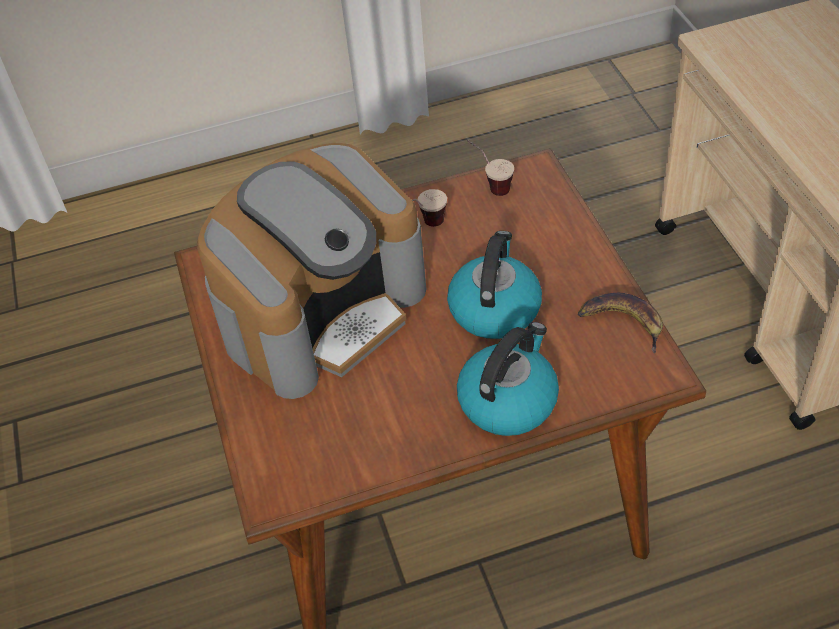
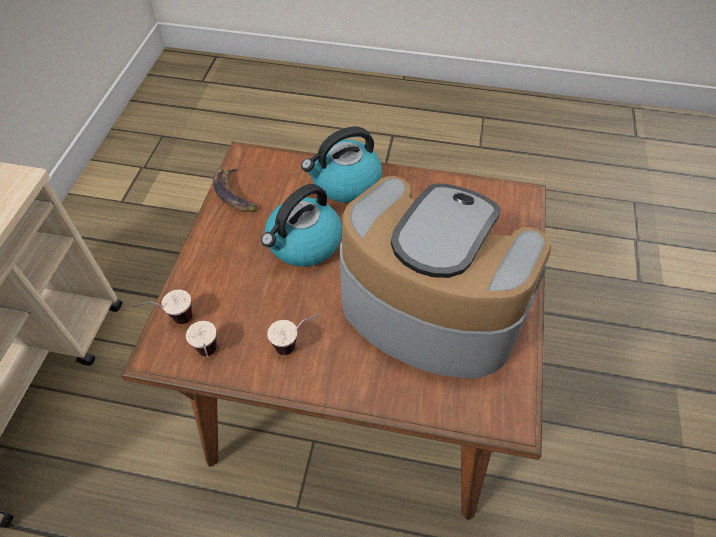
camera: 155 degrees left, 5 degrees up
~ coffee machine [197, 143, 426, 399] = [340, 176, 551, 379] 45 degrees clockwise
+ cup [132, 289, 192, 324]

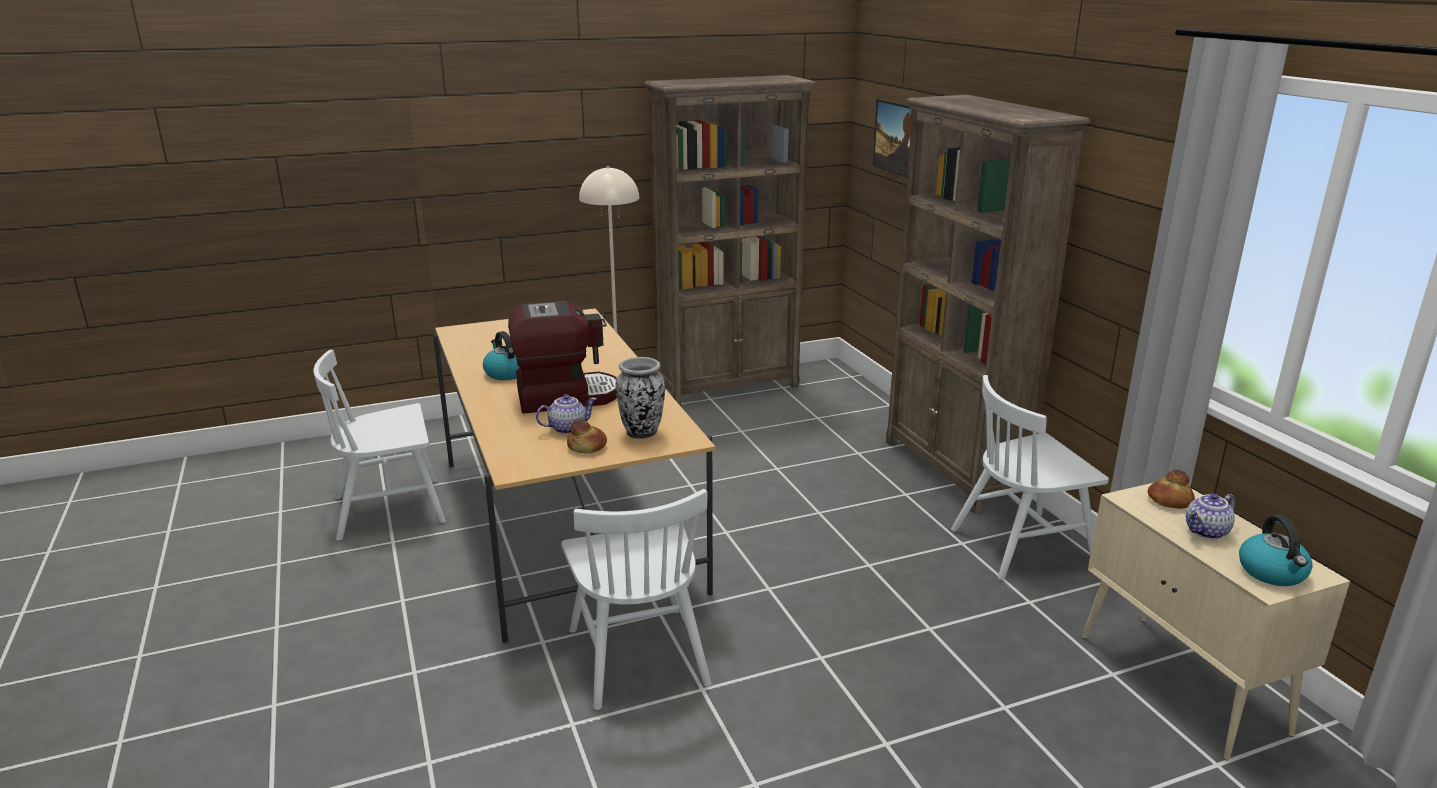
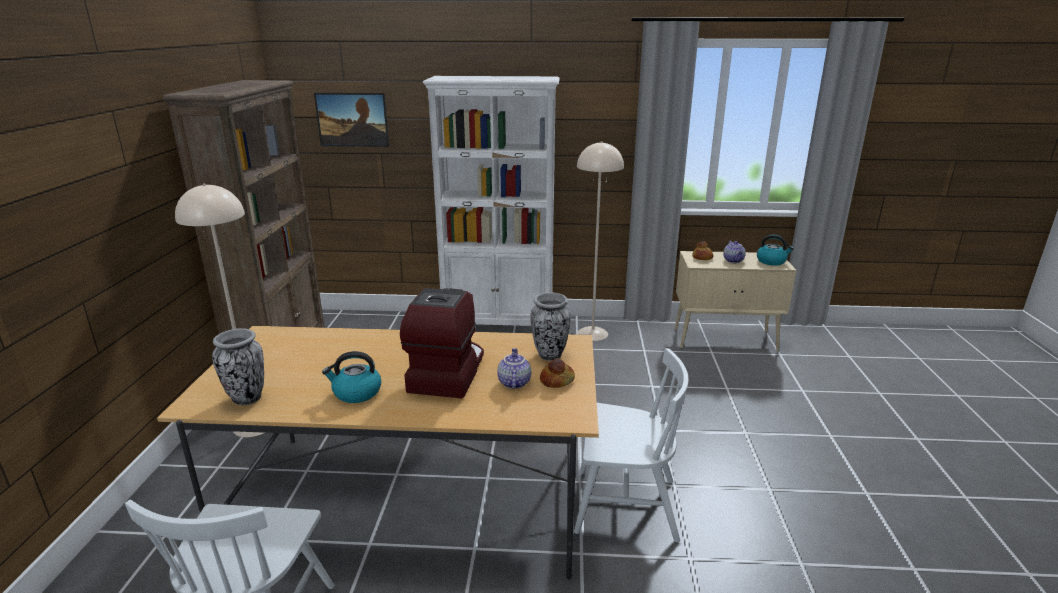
camera: 65 degrees left, 0 degrees up
~ brown bookcase [886, 95, 1090, 514] to white bookcase [423, 76, 560, 326]
~ white chair [951, 375, 1109, 580] to beige floor lamp [577, 141, 624, 341]
+ vase [212, 328, 264, 405]

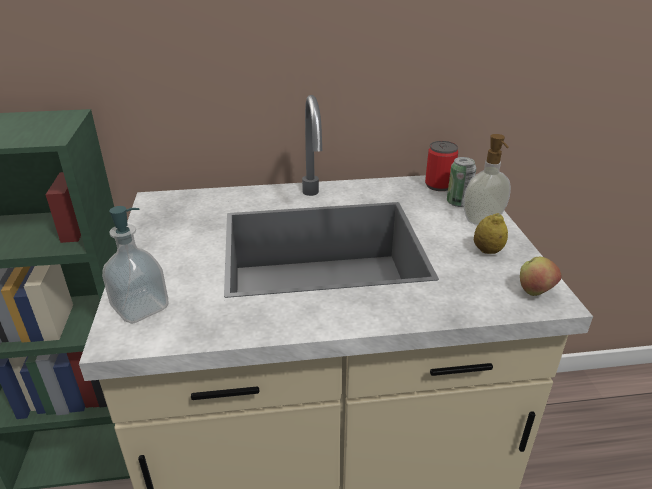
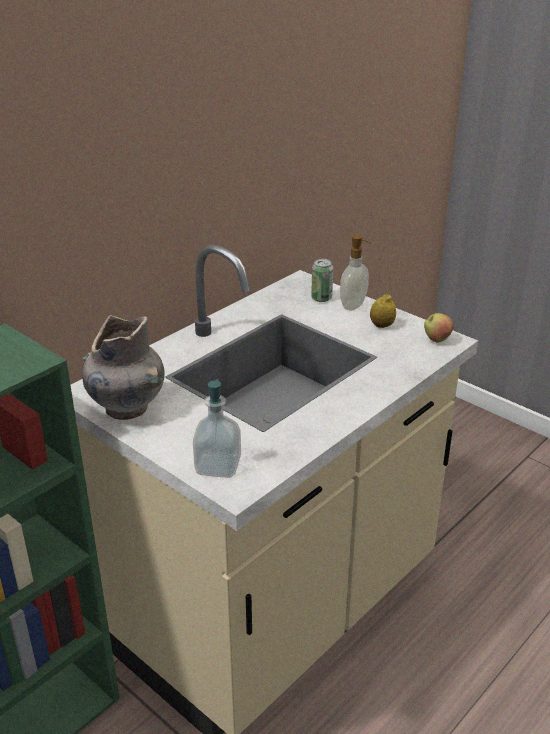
camera: 40 degrees left, 0 degrees up
- can [425, 141, 458, 191]
+ grey vase [82, 315, 165, 420]

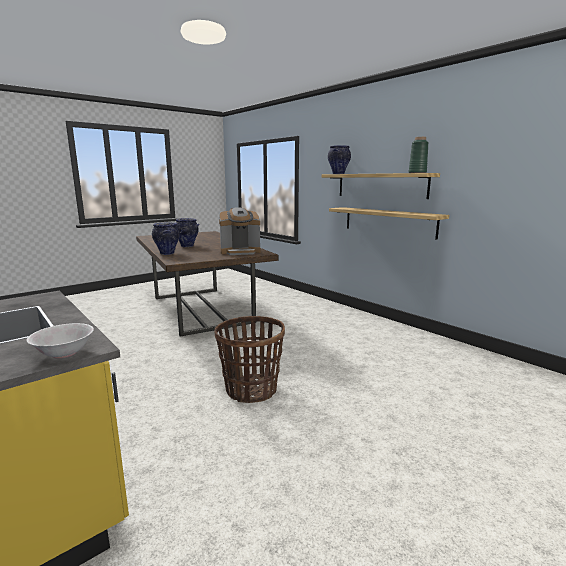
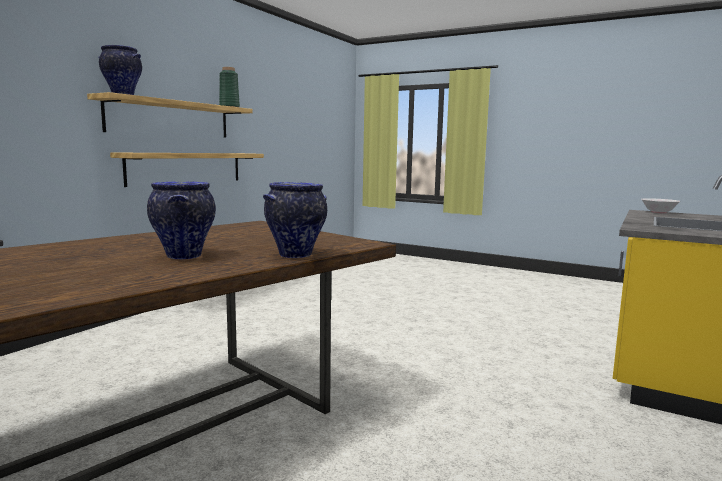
camera: 110 degrees left, 5 degrees down
- basket [214, 316, 285, 403]
- coffee machine [219, 207, 261, 255]

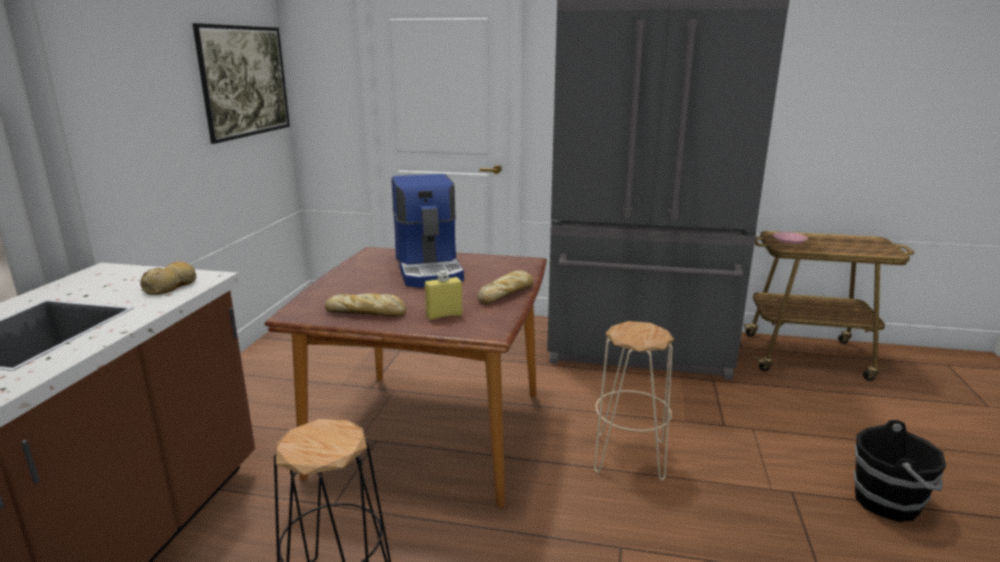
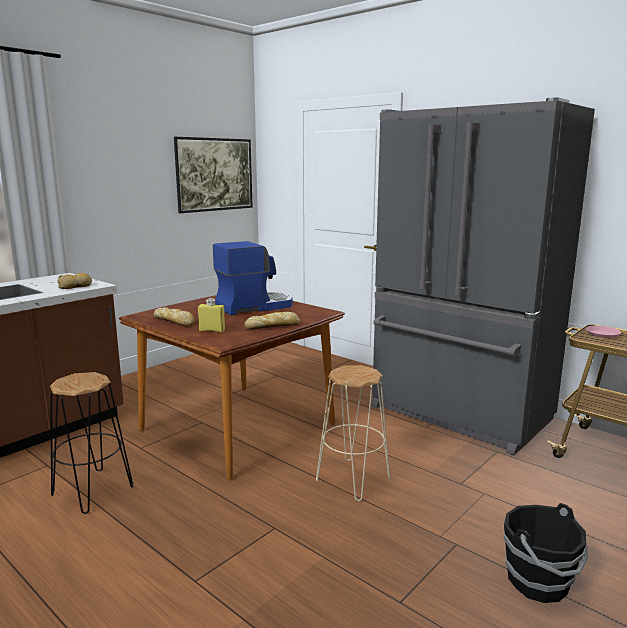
camera: 30 degrees right, 5 degrees down
~ coffee machine [391, 174, 464, 288] = [213, 241, 293, 316] 135 degrees counterclockwise

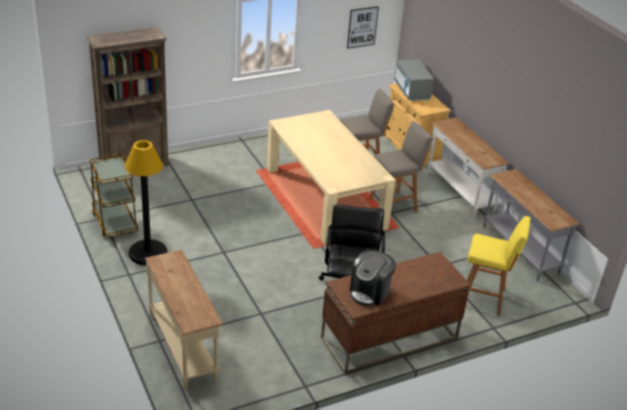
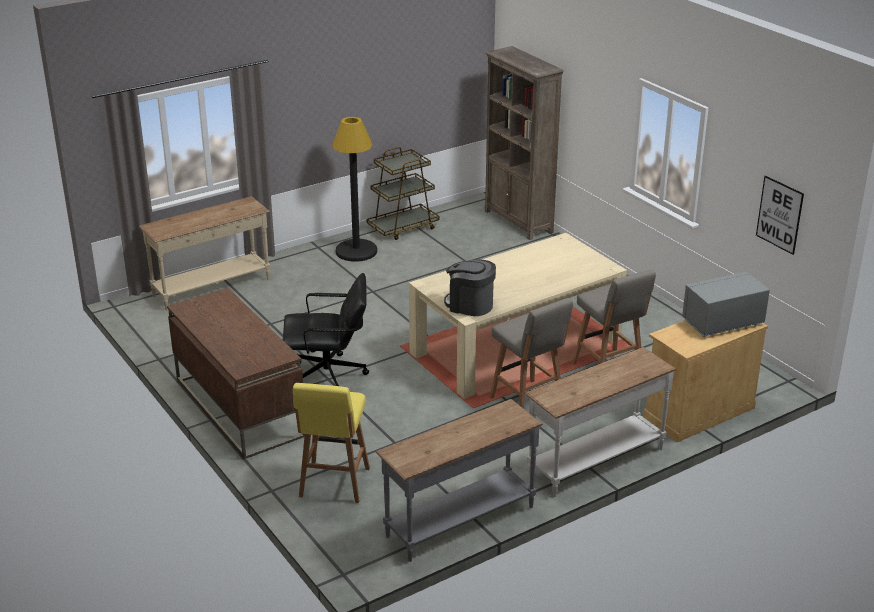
camera: 85 degrees right, 5 degrees down
~ coffee machine [350, 250, 396, 306] to [444, 260, 496, 316]

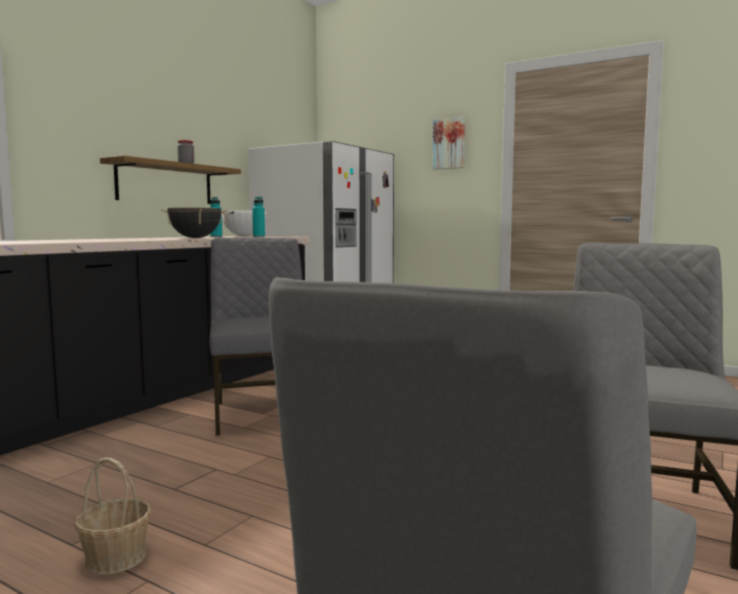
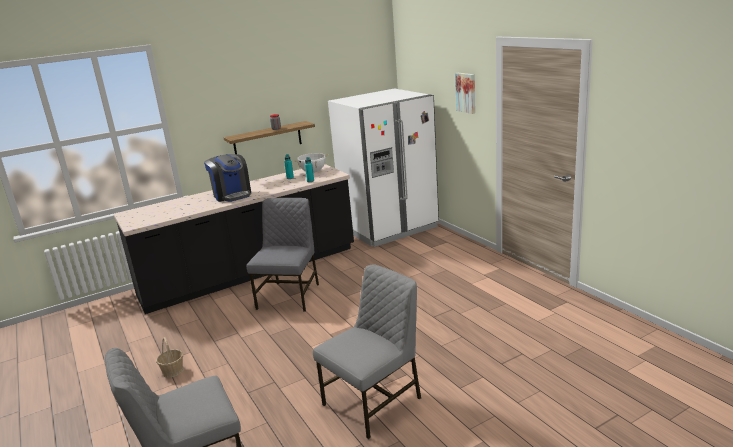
camera: 30 degrees right, 15 degrees up
- black cooking pot [161, 208, 227, 238]
+ coffee machine [204, 154, 251, 202]

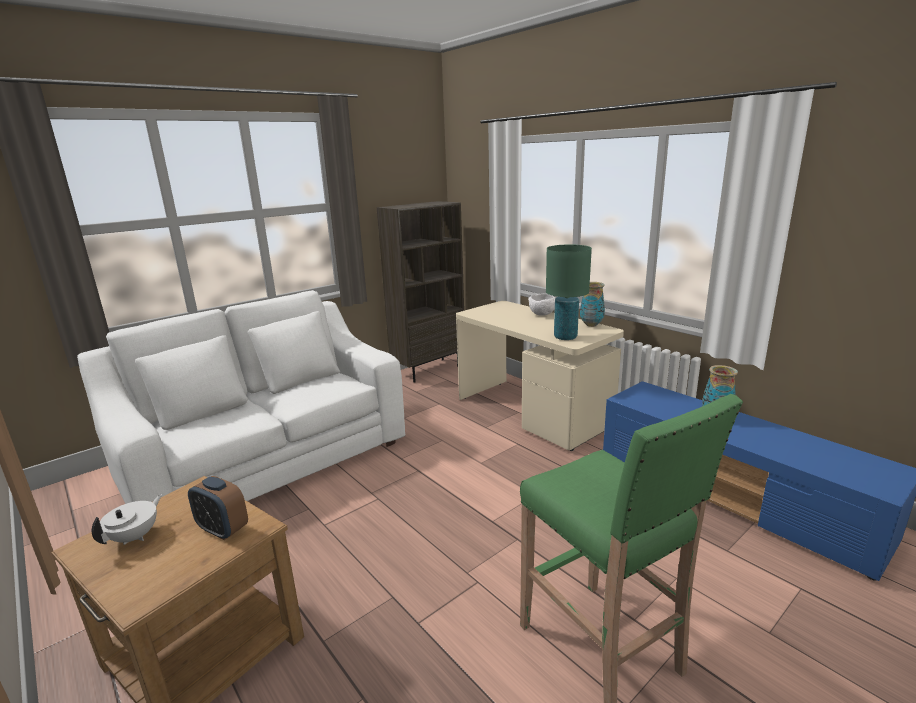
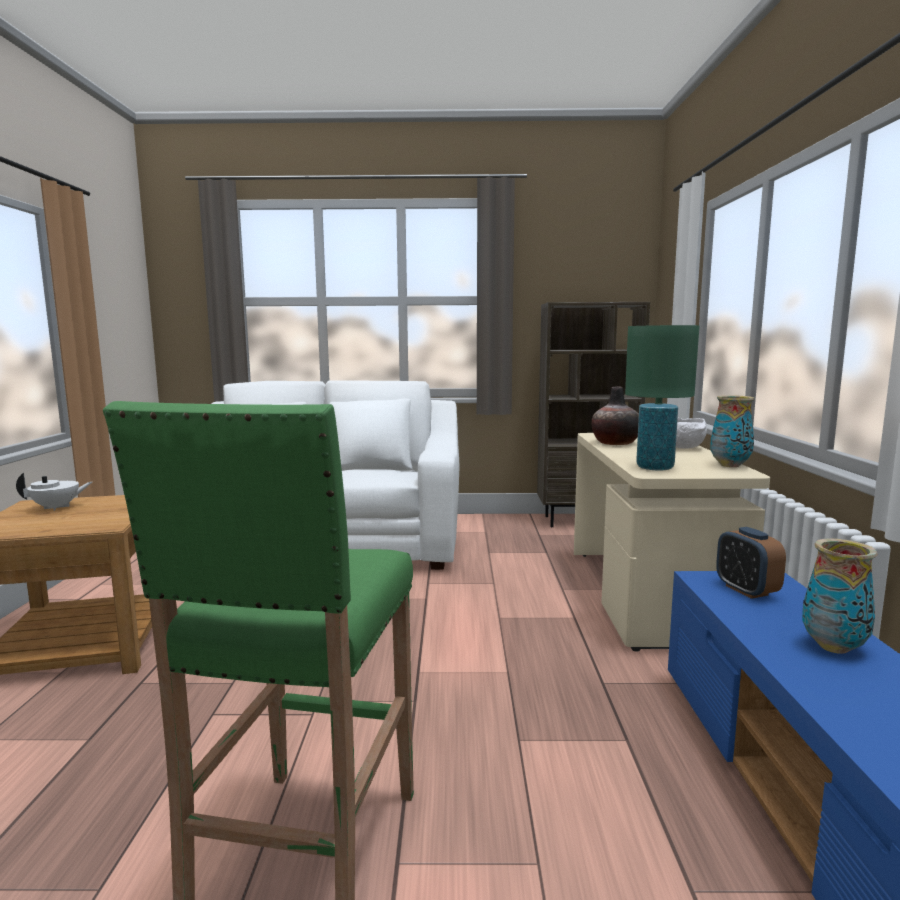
camera: 40 degrees right, 10 degrees down
~ alarm clock [188, 476, 248, 540] to [716, 527, 786, 599]
+ vase [592, 386, 639, 445]

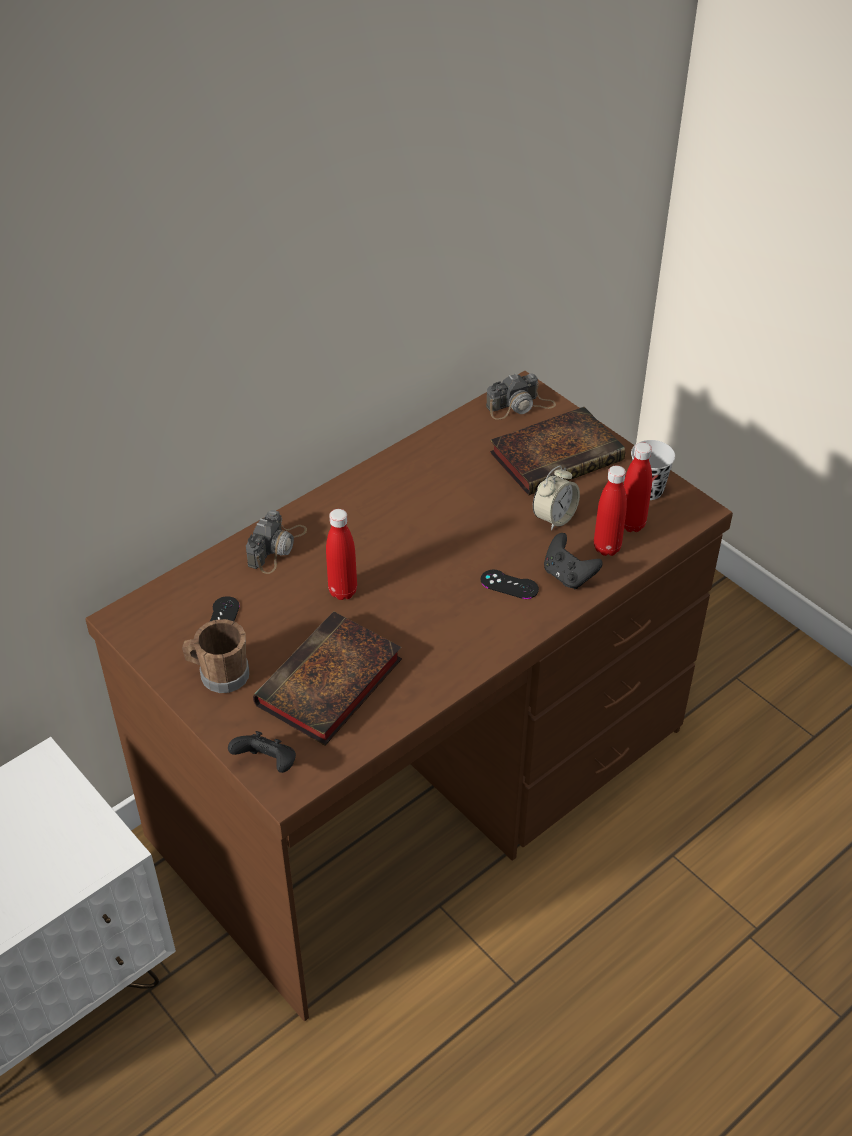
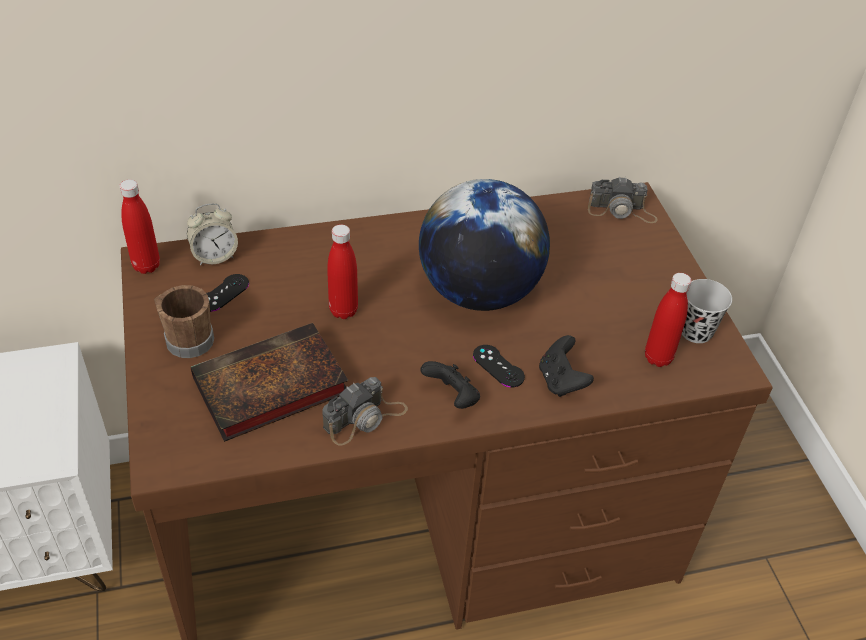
camera: 25 degrees right, 0 degrees up
~ black game controller [228, 731, 296, 773] to [420, 361, 480, 409]
~ photo camera [246, 510, 307, 574] to [322, 377, 408, 446]
- book [490, 407, 625, 496]
~ alarm clock [533, 466, 580, 531] to [187, 204, 238, 265]
~ red bottle [594, 465, 627, 556] to [119, 179, 160, 274]
+ globe [419, 179, 550, 311]

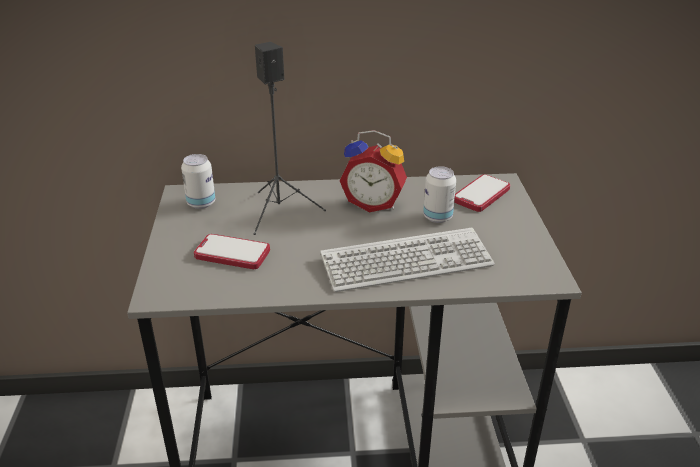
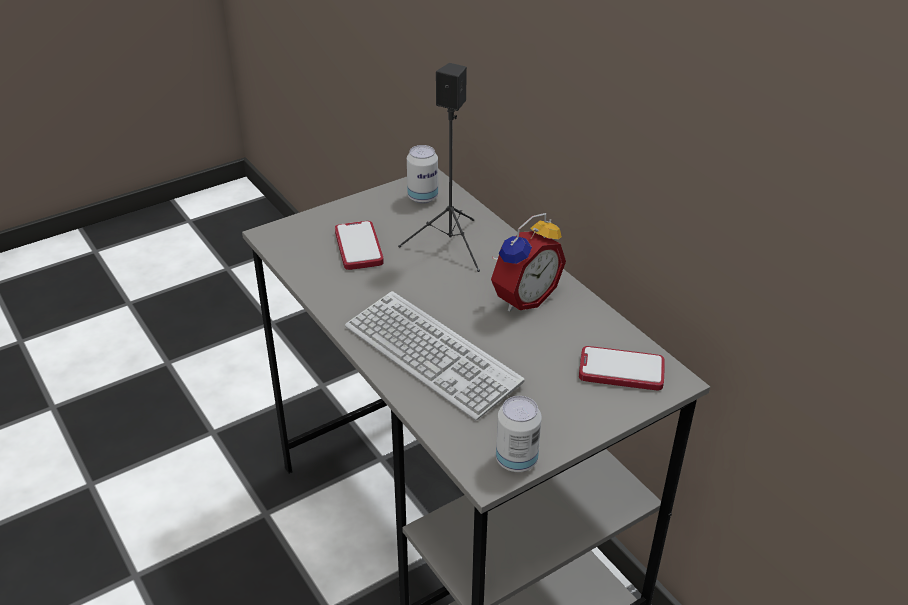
camera: 60 degrees right, 5 degrees up
~ alarm clock [340, 130, 407, 212] = [491, 213, 566, 312] 120 degrees counterclockwise
~ can [423, 166, 456, 223] to [496, 396, 542, 472]

